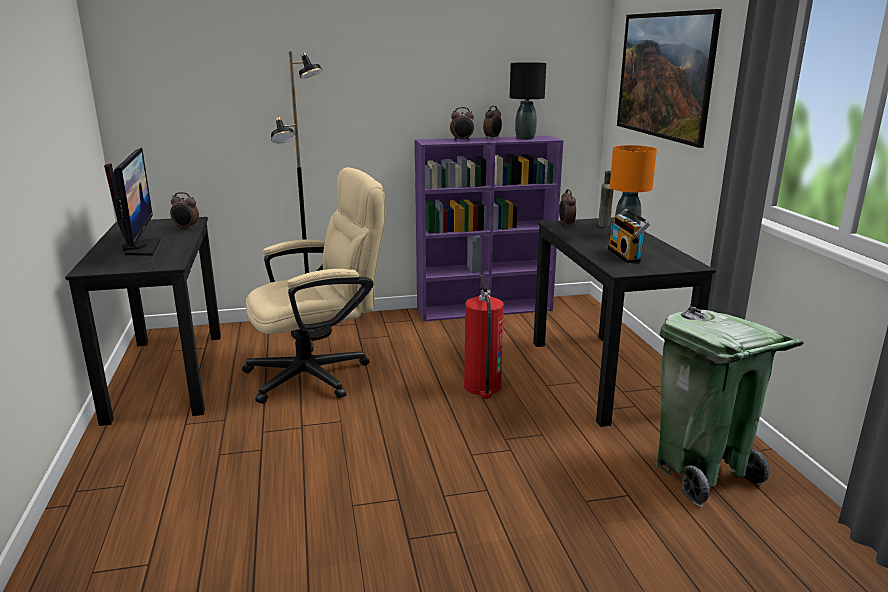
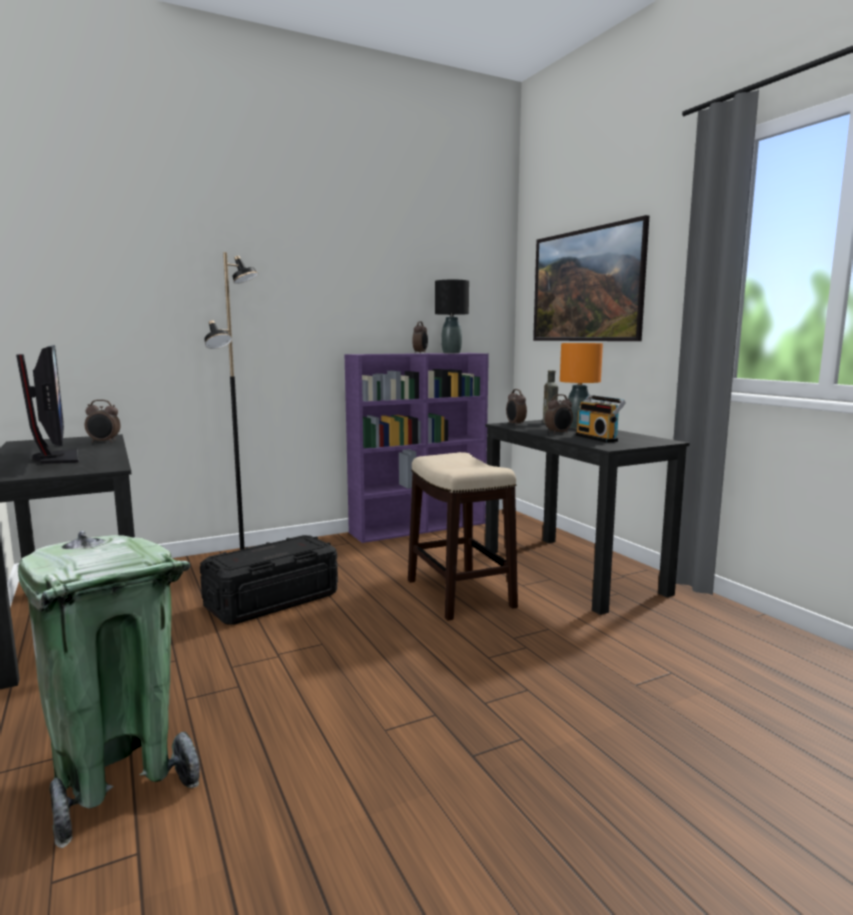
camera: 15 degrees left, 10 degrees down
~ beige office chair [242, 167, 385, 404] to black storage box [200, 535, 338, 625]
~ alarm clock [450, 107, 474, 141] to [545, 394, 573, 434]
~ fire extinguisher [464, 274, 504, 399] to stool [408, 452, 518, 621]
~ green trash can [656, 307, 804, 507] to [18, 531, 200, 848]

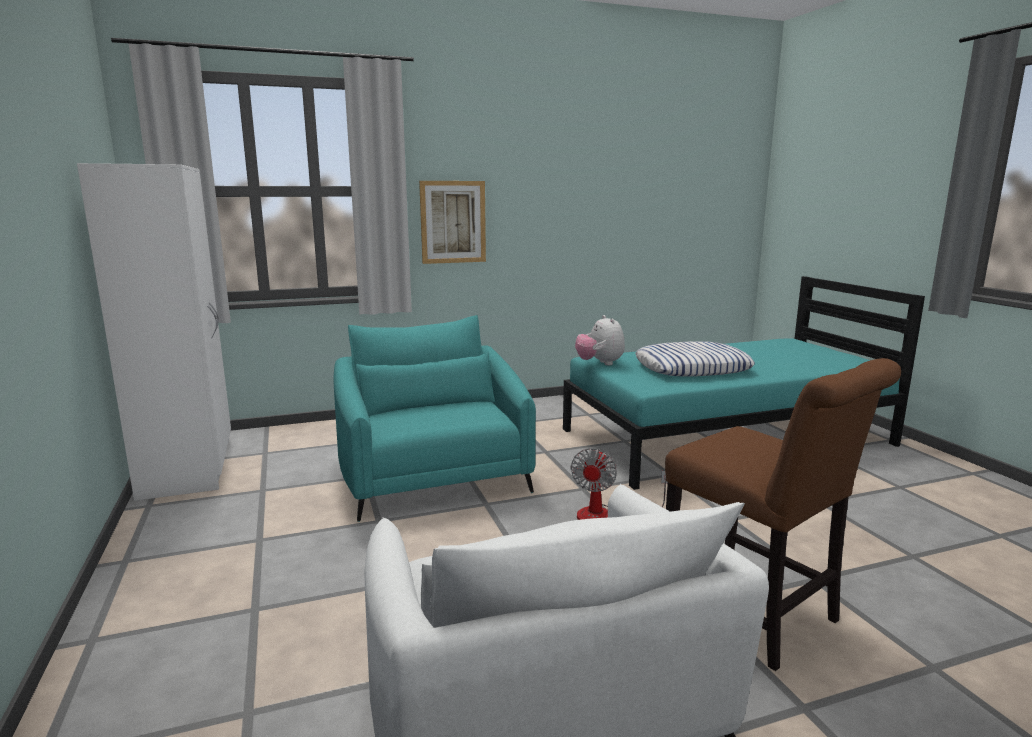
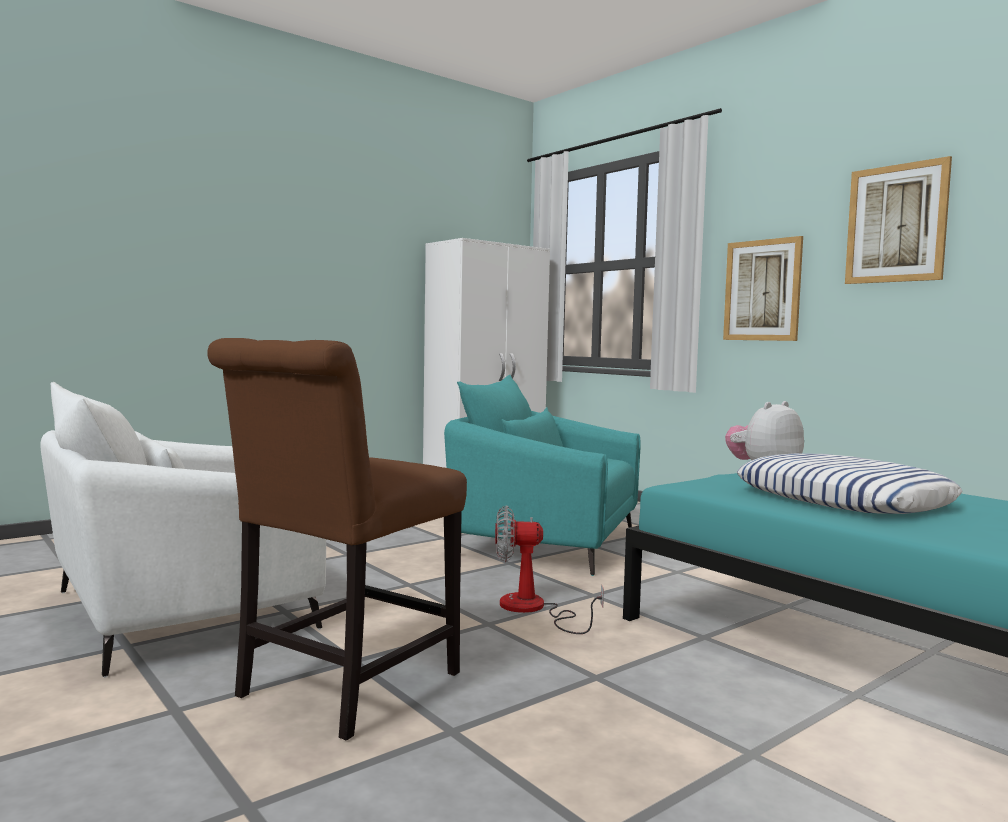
camera: 70 degrees right, 10 degrees down
~ turquoise armchair [333, 315, 536, 522] = [444, 375, 641, 576] 120 degrees counterclockwise
+ picture [845, 156, 952, 284]

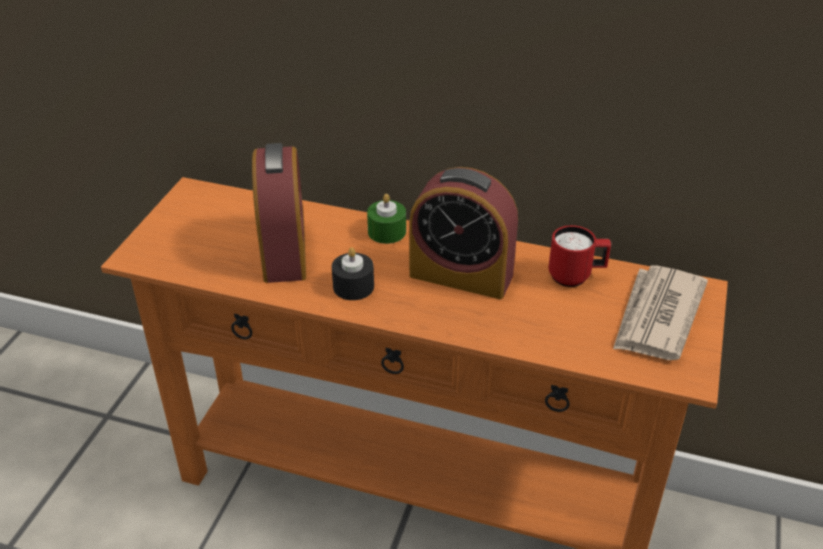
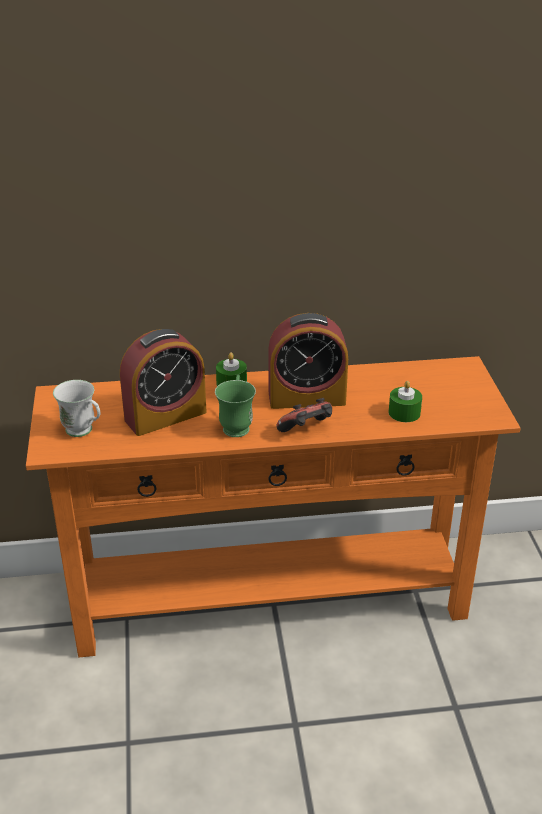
camera: 25 degrees left, 5 degrees down
~ alarm clock [252, 143, 306, 283] = [120, 329, 206, 436] 90 degrees clockwise
~ black candle [332, 247, 374, 300] to green mug [215, 374, 256, 437]
- red mug [549, 225, 611, 287]
- newspaper [613, 265, 708, 360]
+ white mug [53, 380, 100, 437]
+ game controller [276, 398, 332, 432]
+ green candle [389, 381, 422, 422]

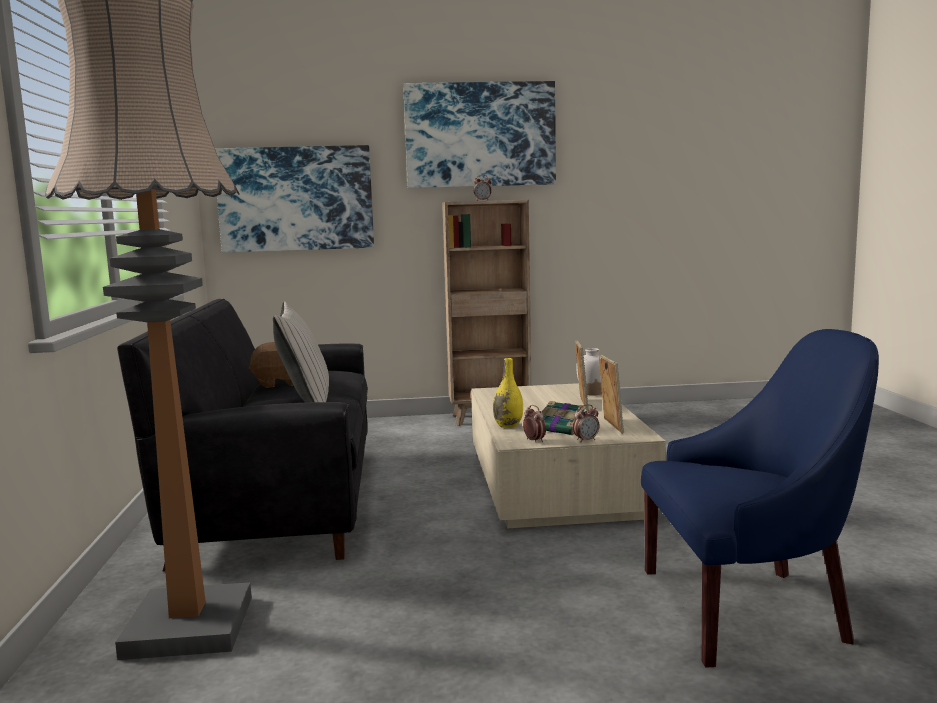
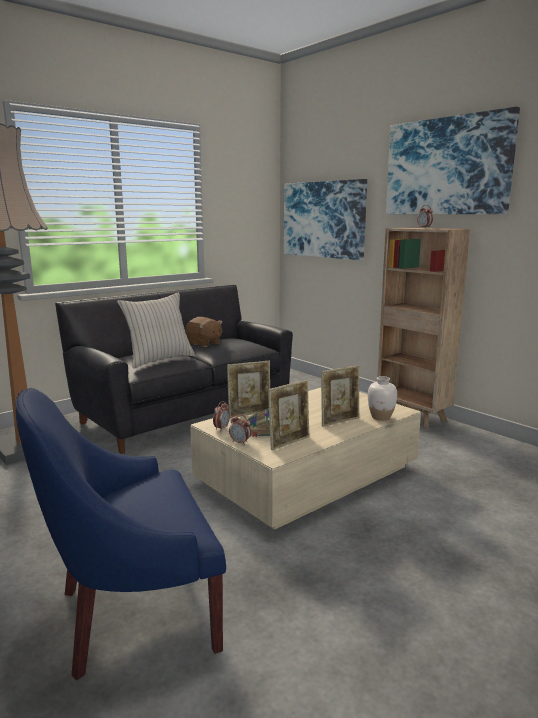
camera: 55 degrees right, 5 degrees up
~ yellow vase [493, 358, 523, 428] to picture frame [227, 361, 270, 418]
~ blue armchair [641, 329, 879, 668] = [16, 388, 226, 680] 105 degrees clockwise

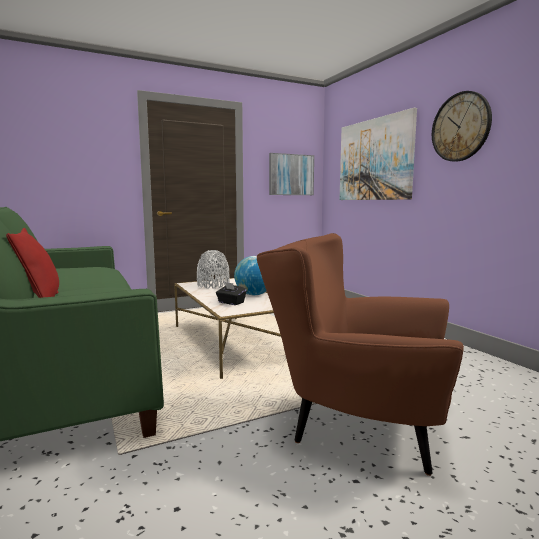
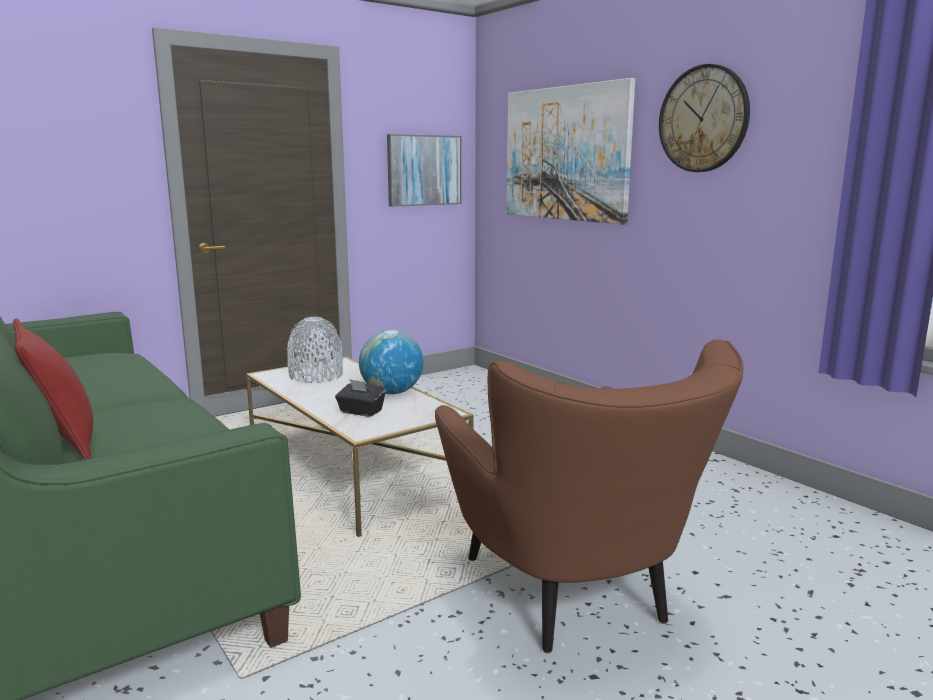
camera: 10 degrees left, 5 degrees up
~ brown armchair [257, 233, 464, 476] = [435, 339, 744, 653] 120 degrees counterclockwise

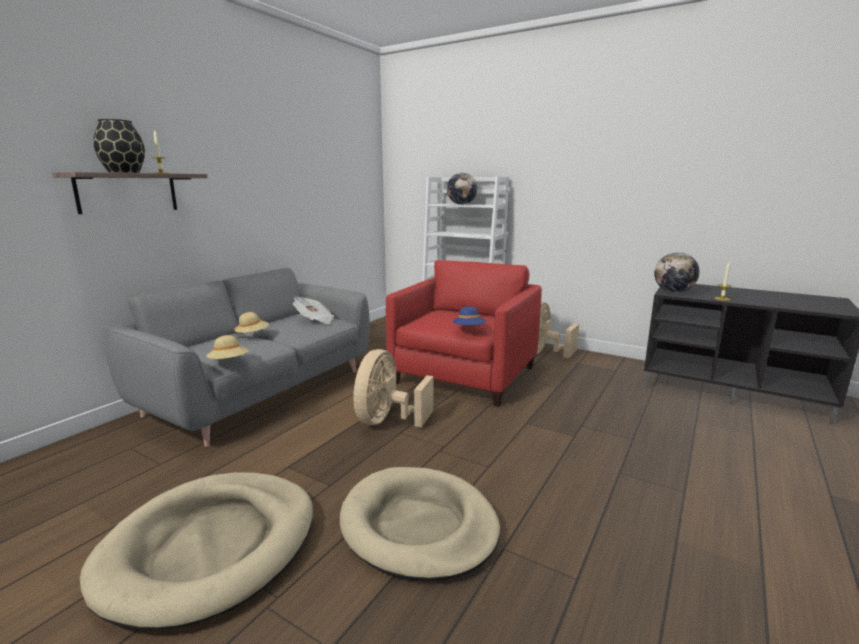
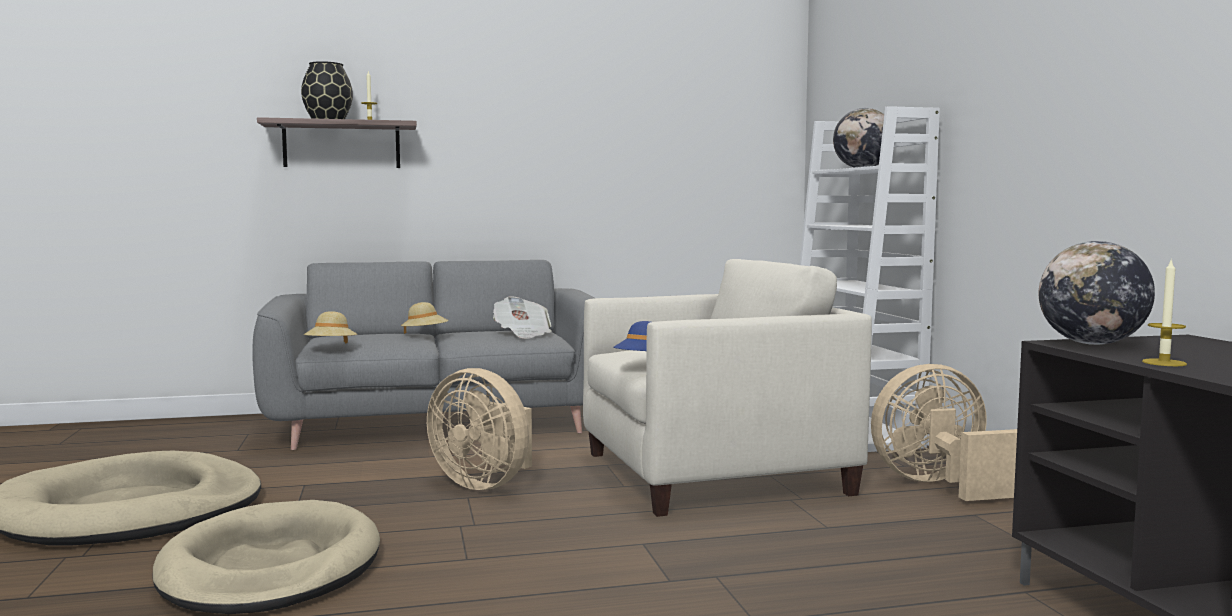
camera: 45 degrees right, 10 degrees down
~ beige fan [353, 349, 433, 427] = [427, 368, 532, 490] 120 degrees counterclockwise
~ red armchair [386, 260, 542, 407] to beige armchair [583, 259, 872, 517]

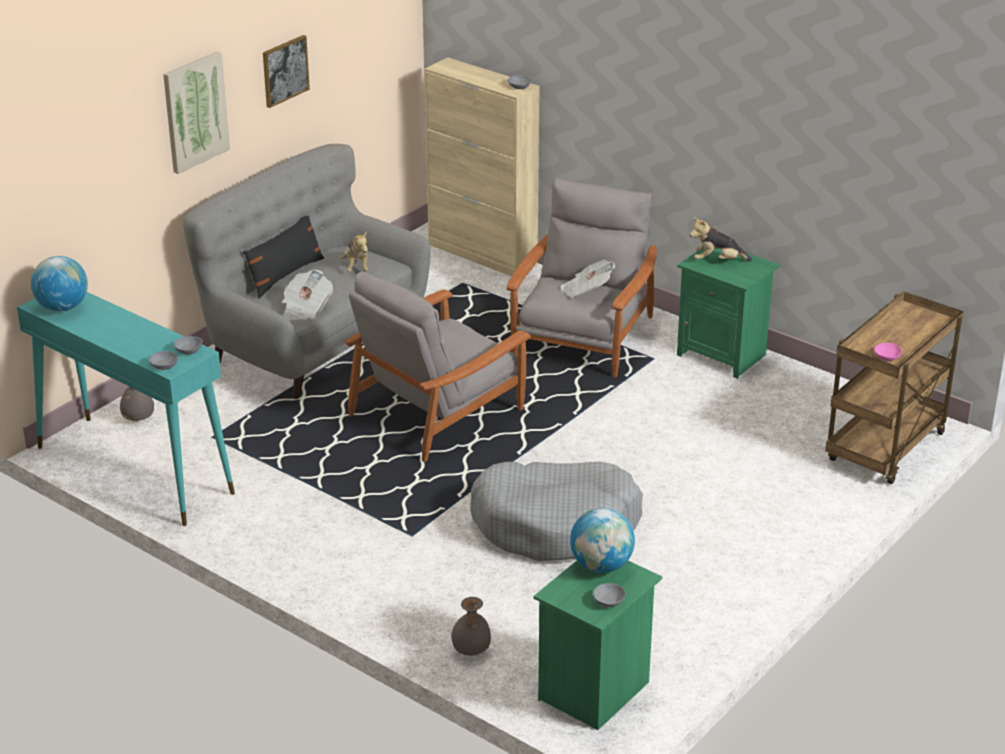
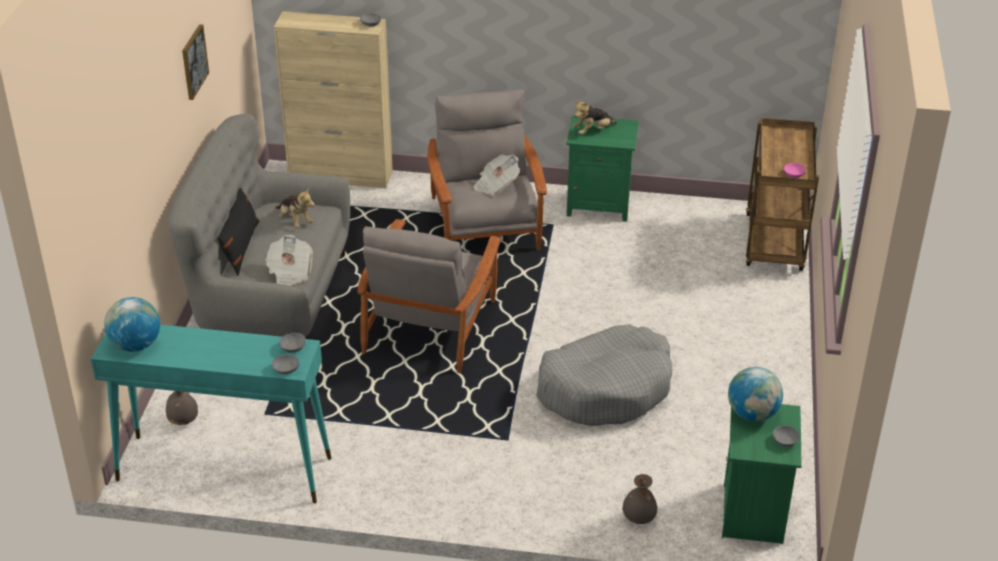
camera: 30 degrees left, 5 degrees up
- picture [163, 52, 230, 174]

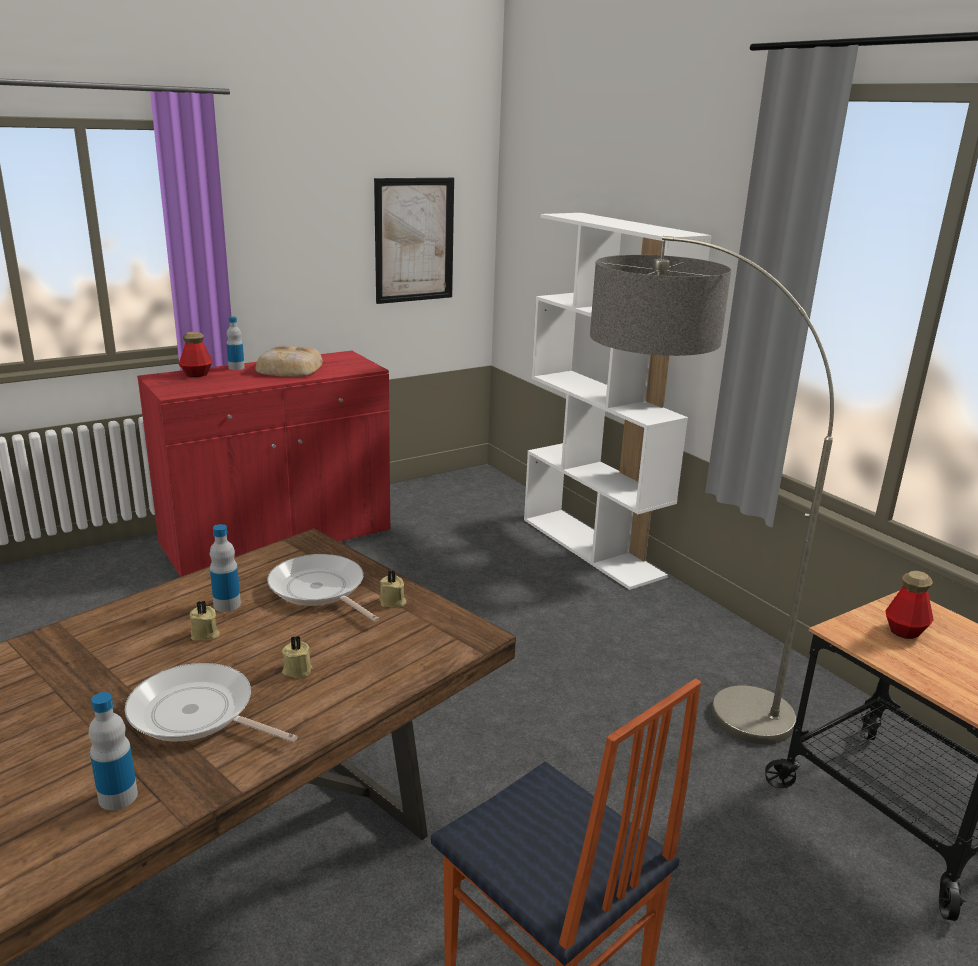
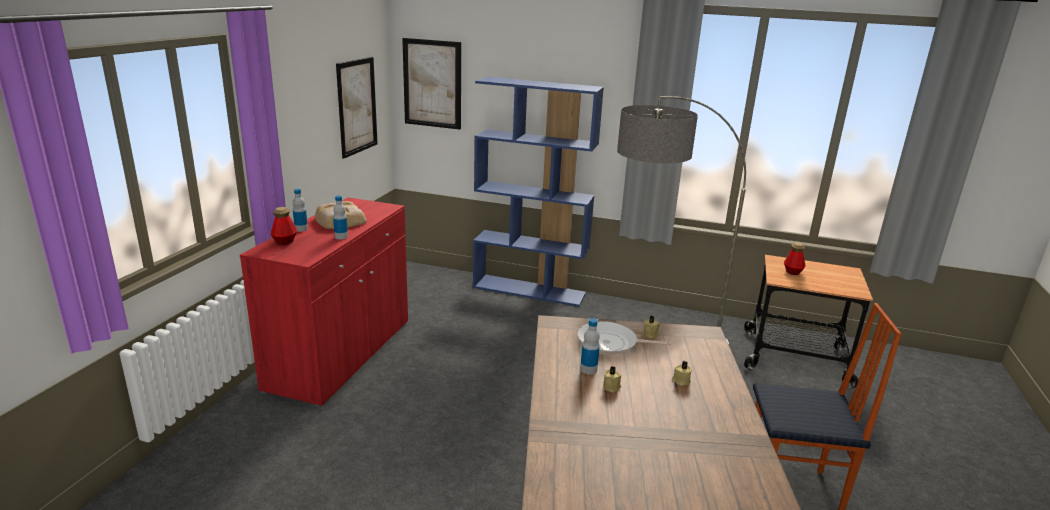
camera: 40 degrees left, 0 degrees up
~ bottle [89, 692, 138, 810] to [333, 195, 348, 239]
- frying pan [125, 663, 297, 742]
~ white bookcase [524, 213, 712, 590] to blue bookcase [473, 77, 604, 307]
+ picture [402, 38, 461, 129]

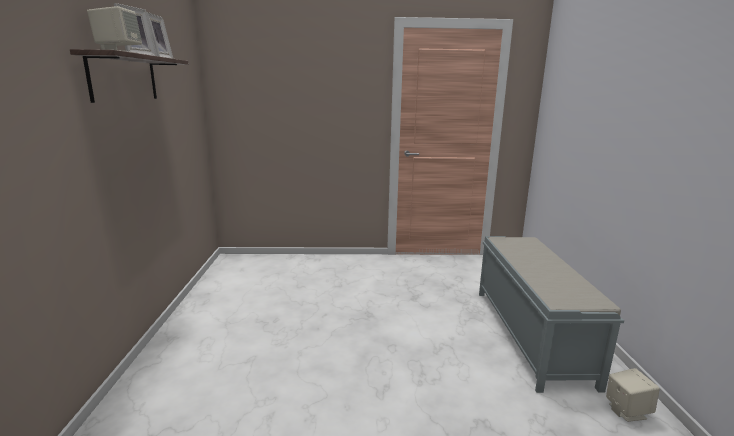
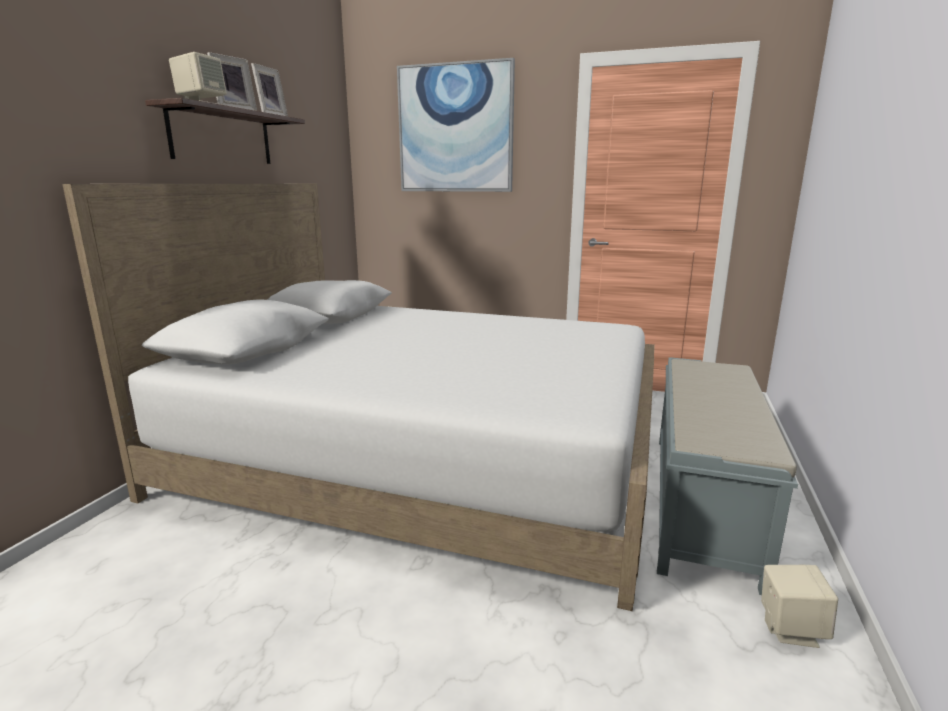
camera: 20 degrees right, 0 degrees up
+ white bed [62, 184, 655, 611]
+ picture [397, 58, 515, 192]

